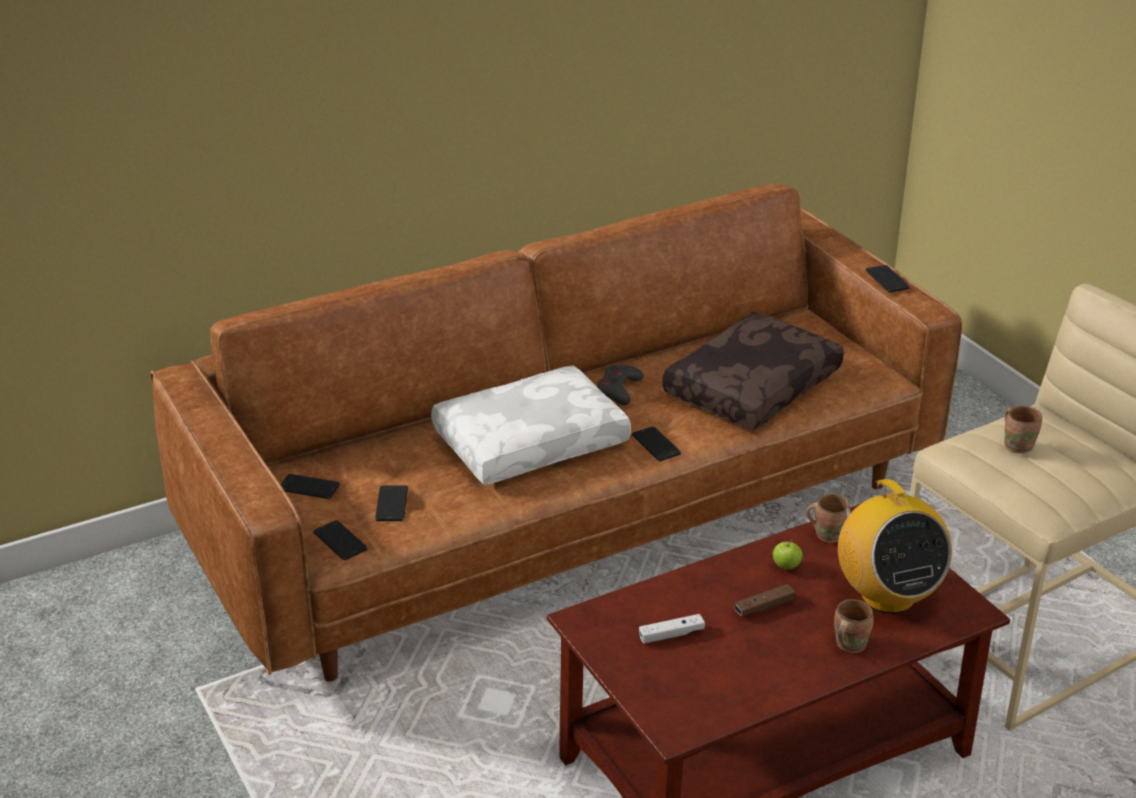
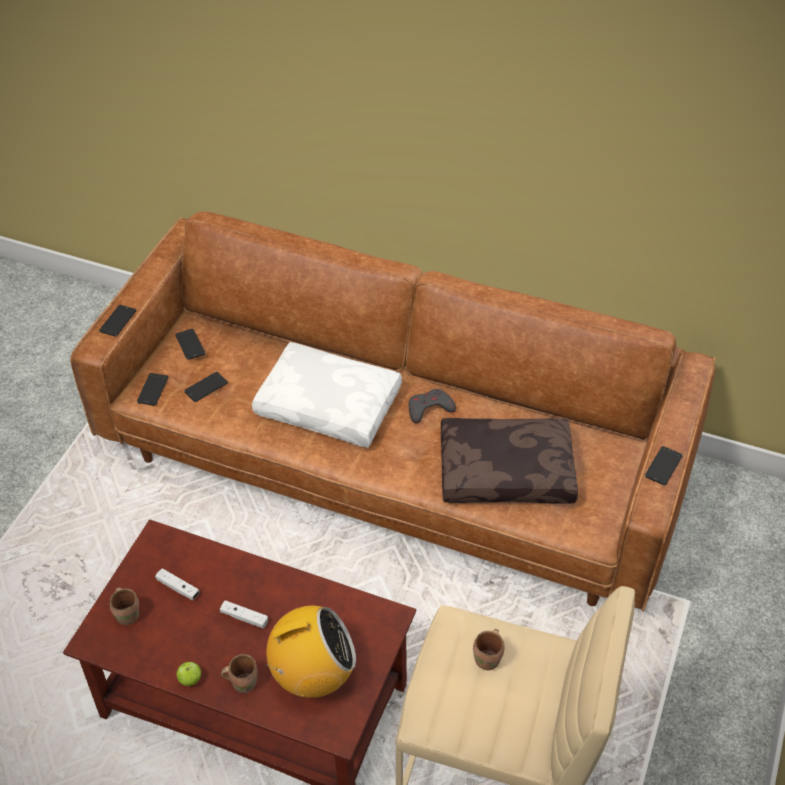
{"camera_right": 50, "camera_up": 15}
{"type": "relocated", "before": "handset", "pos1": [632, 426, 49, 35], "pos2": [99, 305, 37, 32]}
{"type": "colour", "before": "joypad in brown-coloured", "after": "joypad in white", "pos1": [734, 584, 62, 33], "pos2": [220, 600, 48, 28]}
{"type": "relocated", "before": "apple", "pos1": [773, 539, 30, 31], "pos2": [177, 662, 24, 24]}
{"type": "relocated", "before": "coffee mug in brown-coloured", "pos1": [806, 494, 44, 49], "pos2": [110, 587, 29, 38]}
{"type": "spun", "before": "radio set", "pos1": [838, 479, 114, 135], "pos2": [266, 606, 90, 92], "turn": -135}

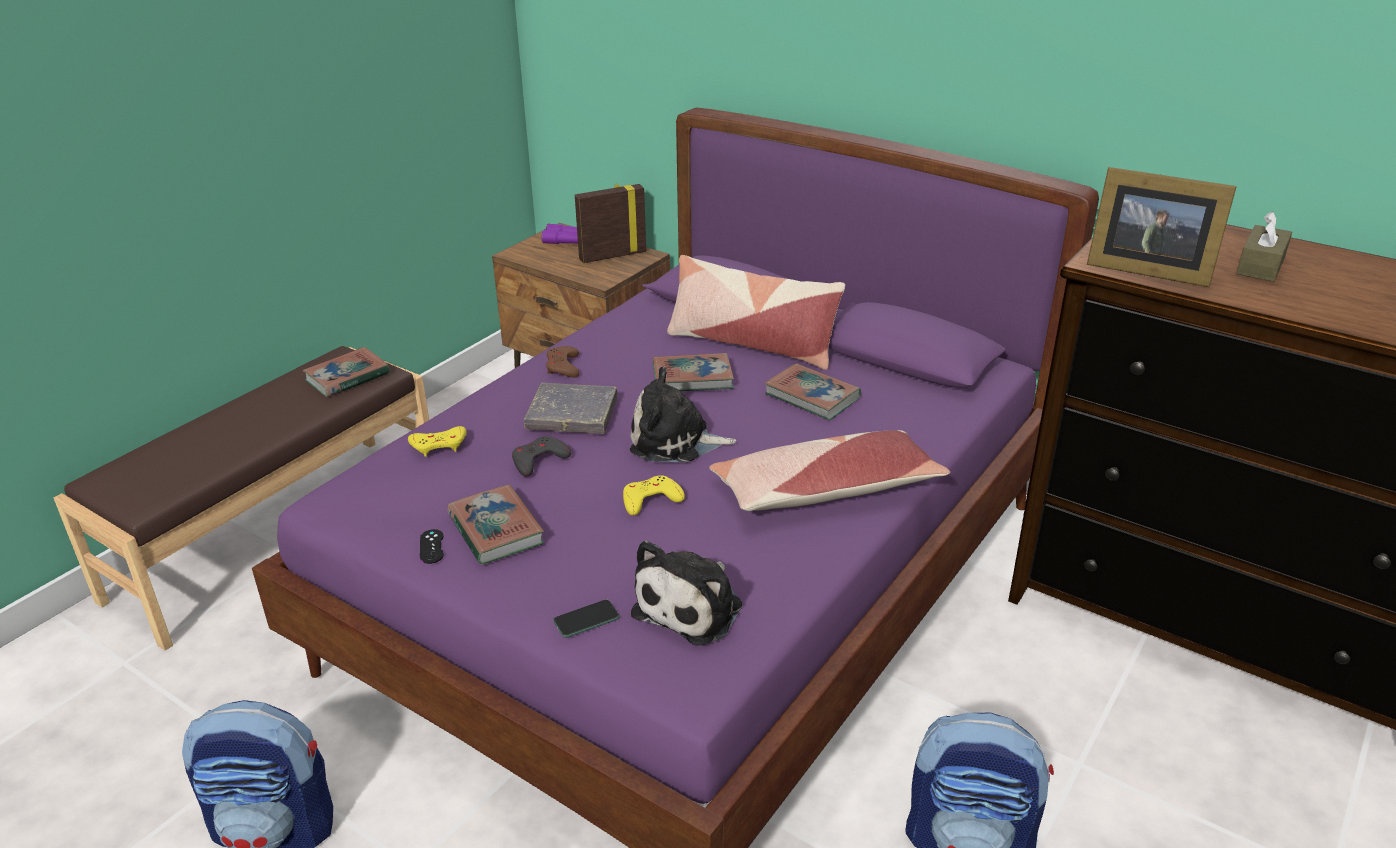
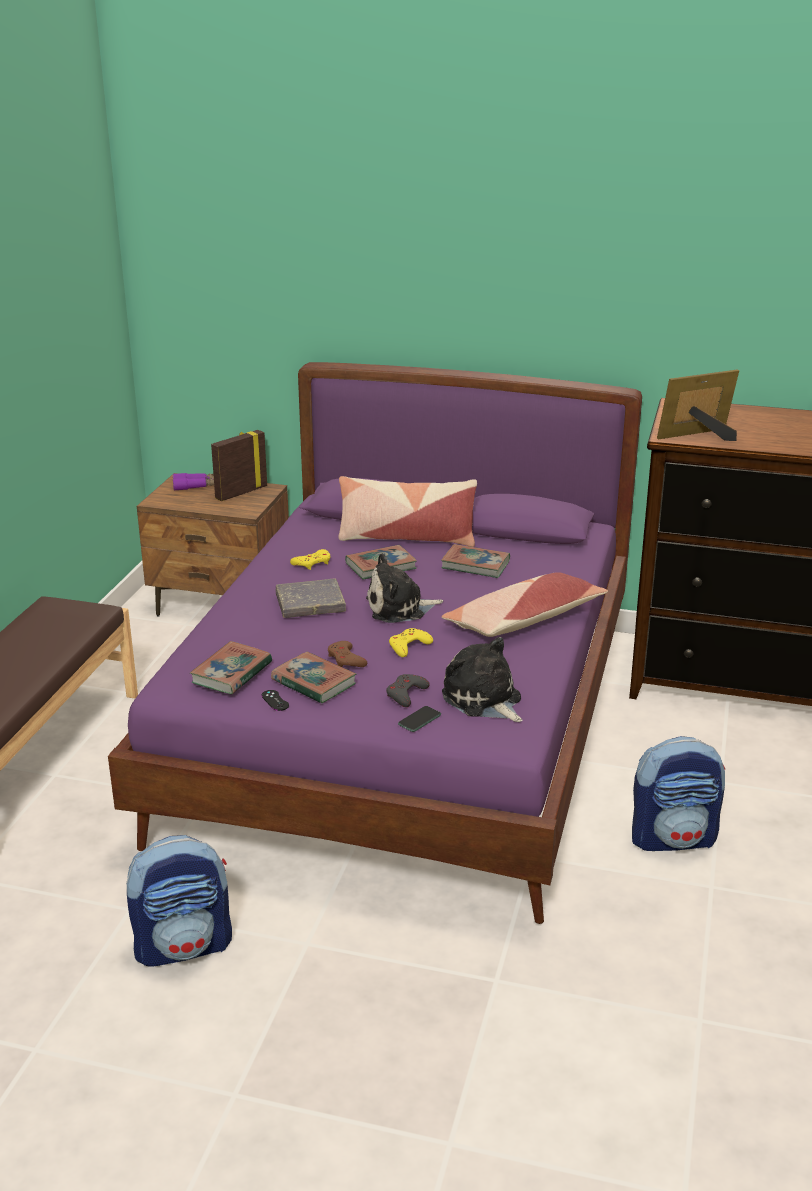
{"camera_right": -20, "camera_up": -5}
{"type": "relocated", "before": "bound book", "pos1": [303, 347, 87, 50], "pos2": [190, 641, 82, 53]}
{"type": "relocated", "before": "joypad in yellowish", "pos1": [408, 426, 59, 31], "pos2": [290, 549, 40, 21]}
{"type": "relocated", "before": "joypad in grey", "pos1": [512, 436, 59, 40], "pos2": [386, 674, 44, 33]}
{"type": "relocated", "before": "joypad in brown-coloured", "pos1": [546, 346, 33, 32], "pos2": [328, 641, 39, 26]}
{"type": "spun", "before": "soft toy", "pos1": [631, 540, 111, 105], "pos2": [442, 637, 81, 85], "turn": 135}
{"type": "spun", "before": "standing frame", "pos1": [1087, 167, 150, 120], "pos2": [657, 369, 82, 72], "turn": 150}
{"type": "missing", "before": "tissue box in brown-coloured", "pos1": [1236, 211, 56, 71]}

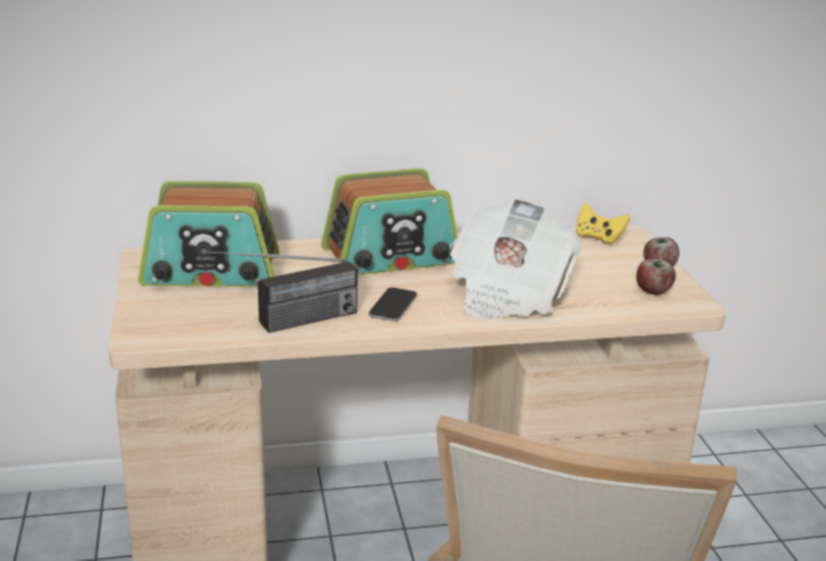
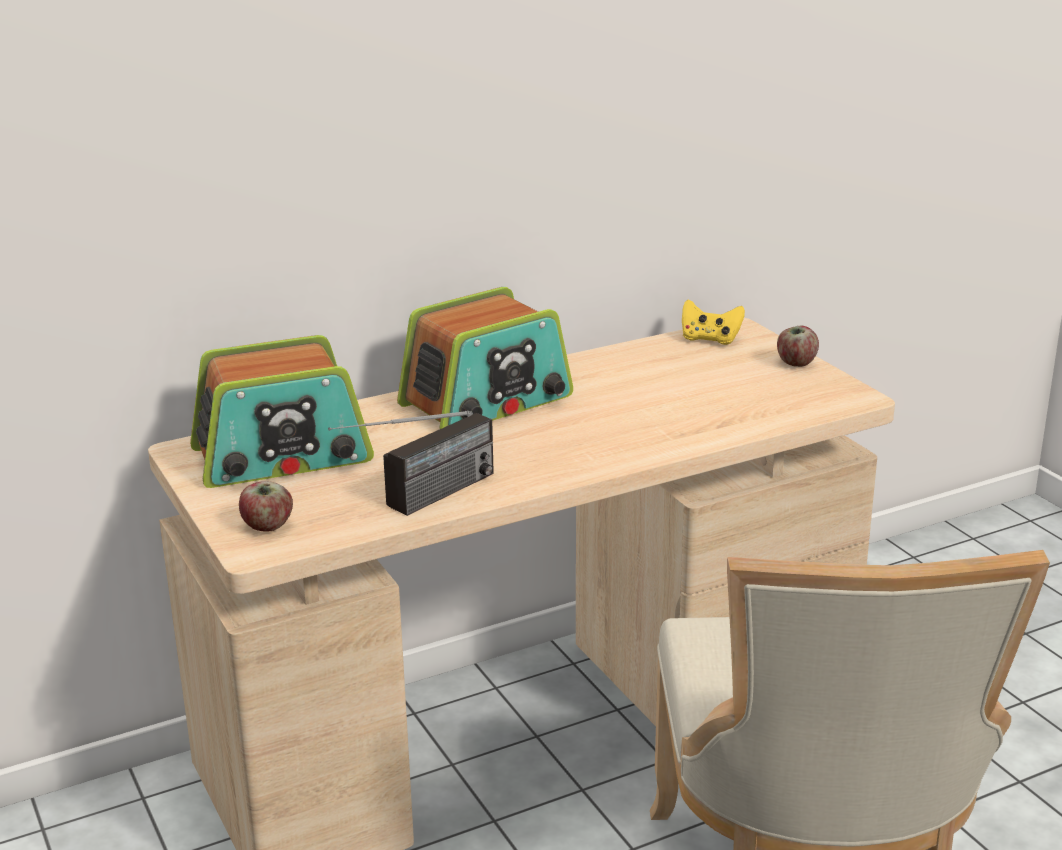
{"camera_right": -15, "camera_up": 0}
{"type": "missing", "before": "handset", "pos1": [369, 287, 48, 34]}
{"type": "missing", "before": "newspaper", "pos1": [449, 198, 132, 121]}
{"type": "relocated", "before": "apple", "pos1": [636, 259, 40, 36], "pos2": [239, 481, 54, 51]}

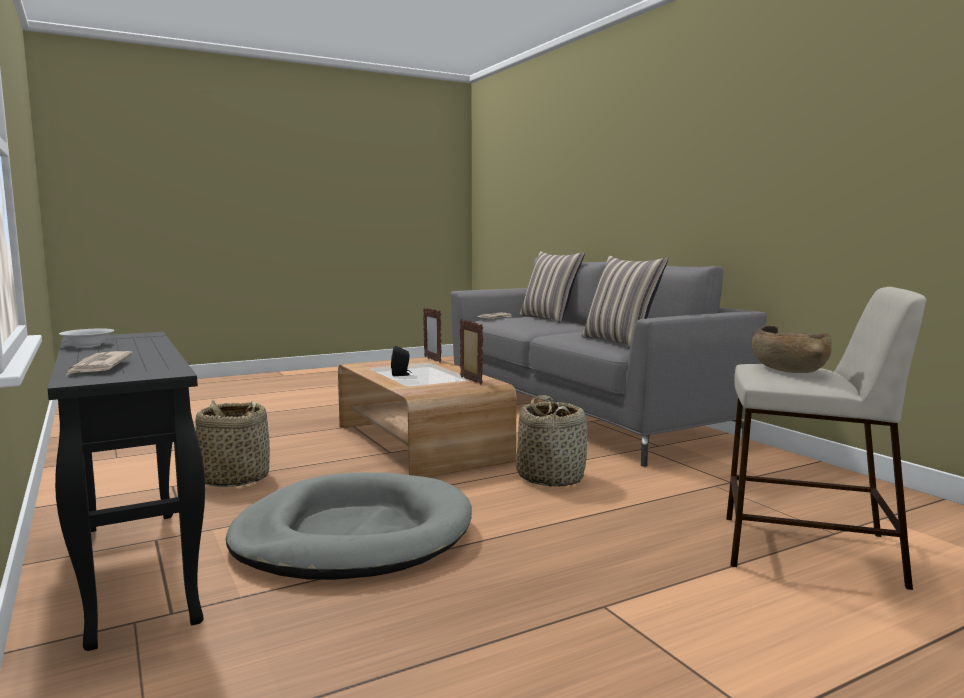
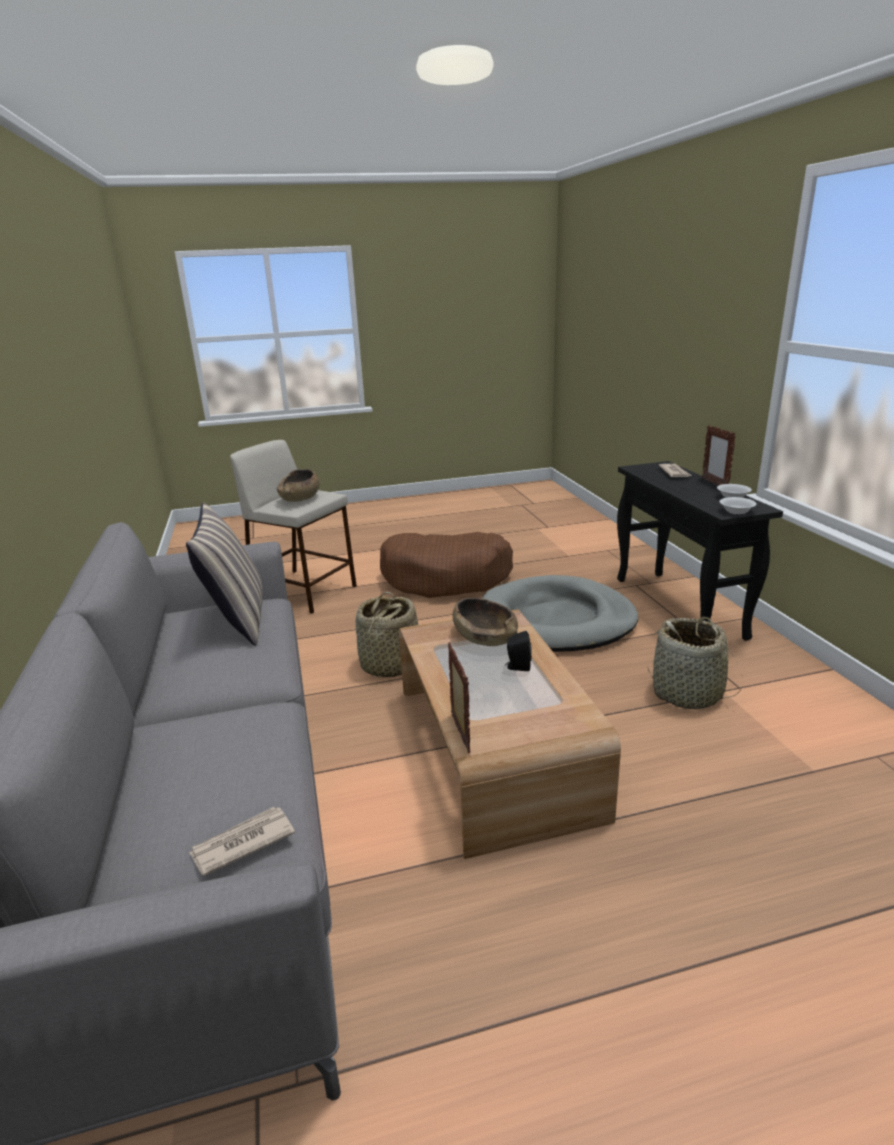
{"camera_right": -165, "camera_up": 15}
{"type": "relocated", "before": "standing frame", "pos1": [460, 319, 23, 66], "pos2": [702, 425, 34, 61]}
{"type": "missing", "before": "pillow", "pos1": [519, 251, 66, 72]}
{"type": "appeared", "after": "dog bed in brown-coloured", "pos2": [380, 532, 133, 66]}
{"type": "appeared", "after": "deep dish in brown-coloured", "pos2": [453, 598, 65, 48]}
{"type": "appeared", "after": "deep dish in white", "pos2": [720, 497, 37, 17]}

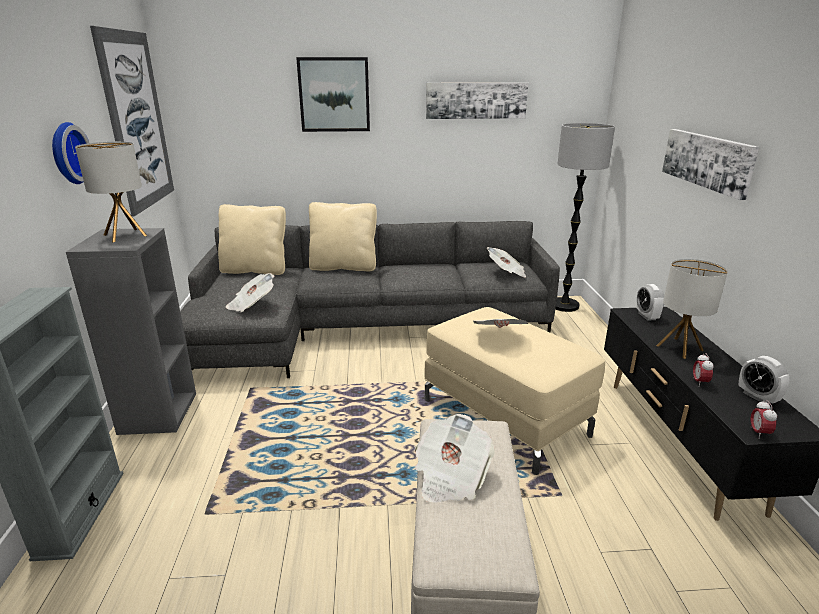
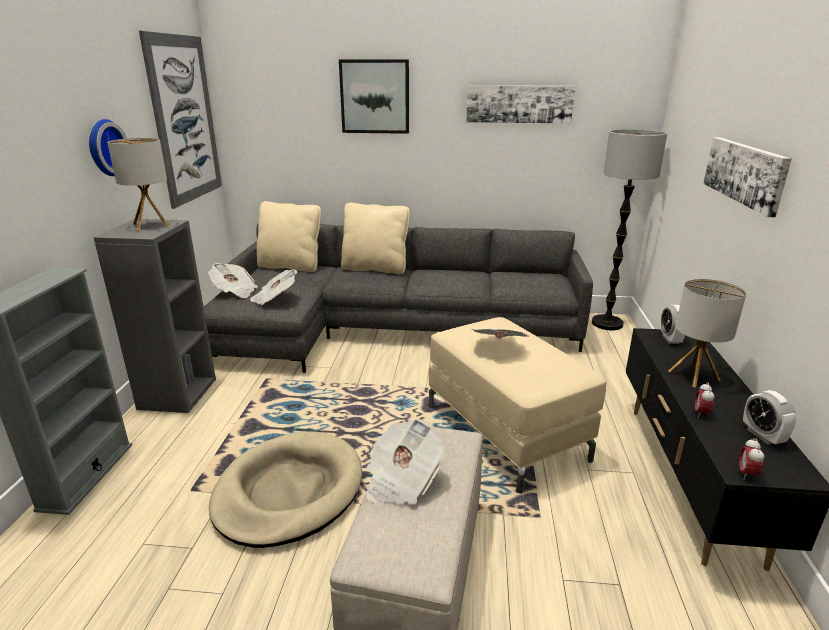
{"camera_right": 10, "camera_up": 0}
{"type": "relocated", "before": "newspaper", "pos1": [487, 247, 39, 31], "pos2": [208, 263, 50, 35]}
{"type": "appeared", "after": "dog bed in beige", "pos2": [209, 431, 153, 117]}

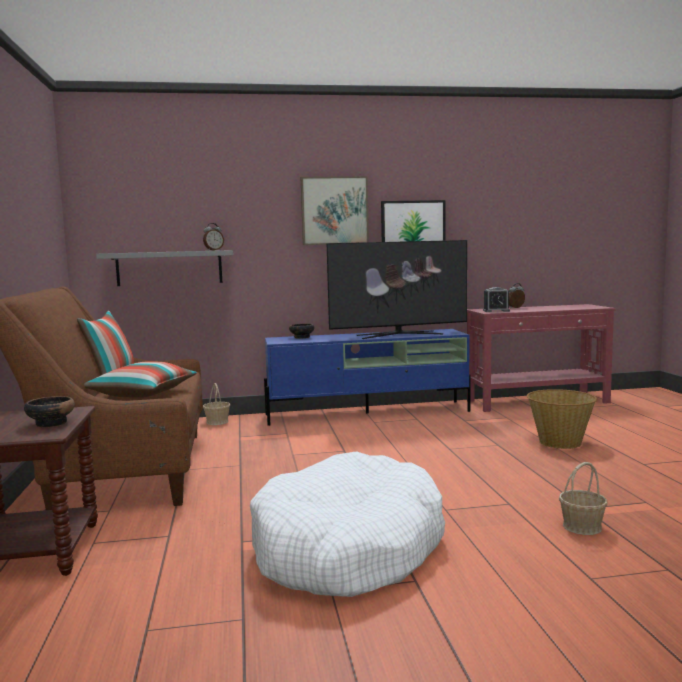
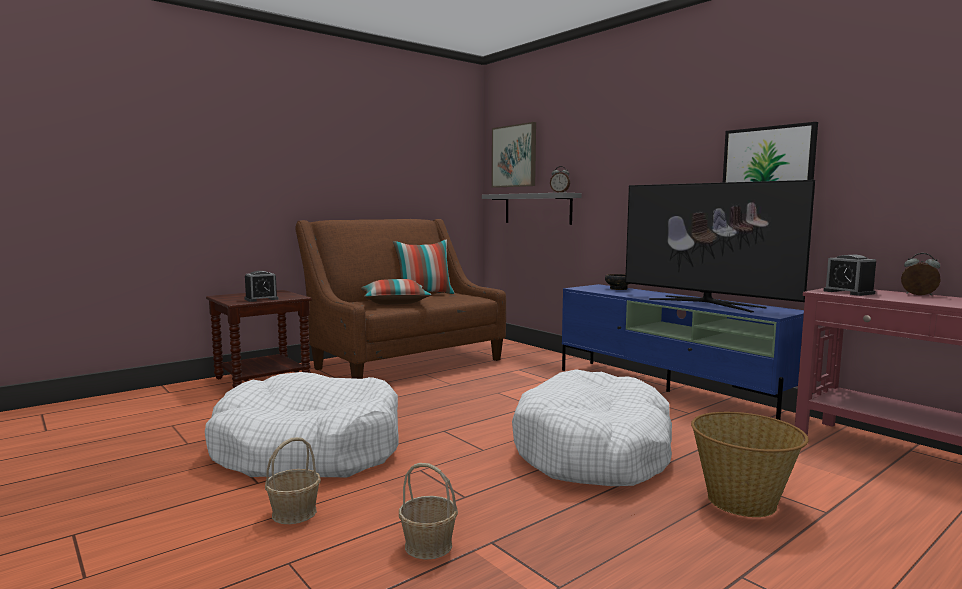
{"camera_right": 60, "camera_up": 0}
{"type": "exchanged", "before": "deep dish", "after": "table clock", "pos1": [24, 396, 51, 31], "pos2": [245, 271, 34, 31]}
{"type": "relocated", "before": "storage basket", "pos1": [203, 383, 27, 42], "pos2": [265, 437, 56, 87]}
{"type": "relocated", "before": "wall picture", "pos1": [301, 176, 68, 69], "pos2": [492, 122, 44, 66]}
{"type": "appeared", "after": "dog bed in white", "pos2": [512, 369, 160, 117]}

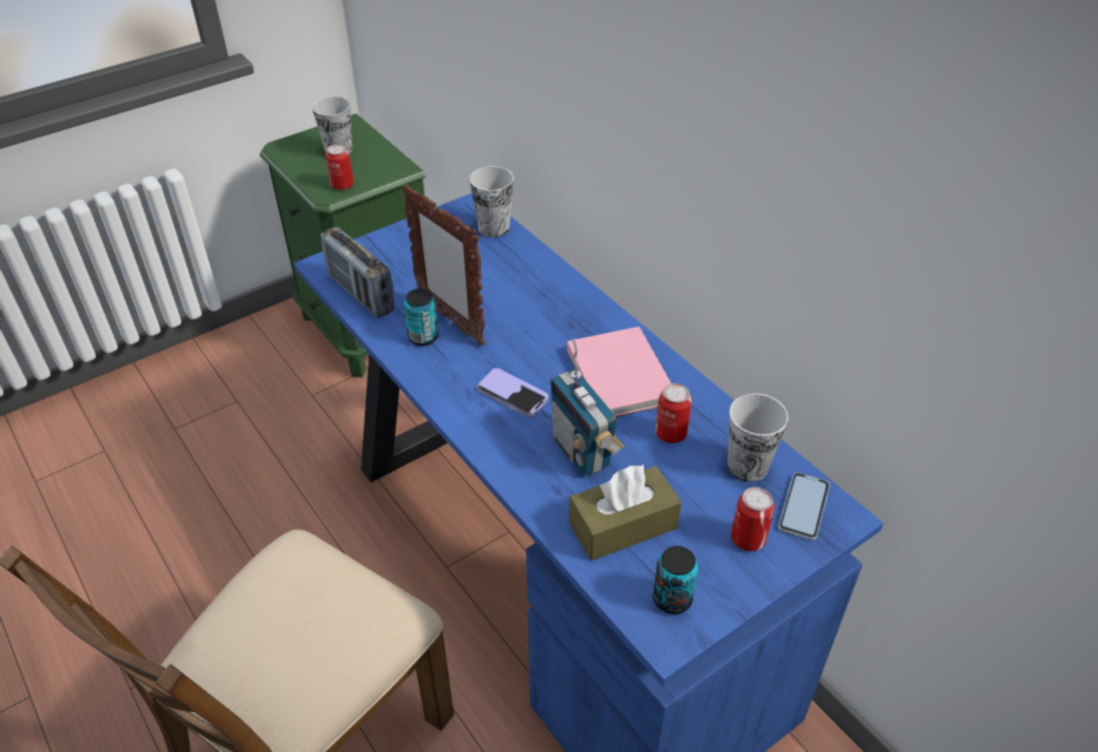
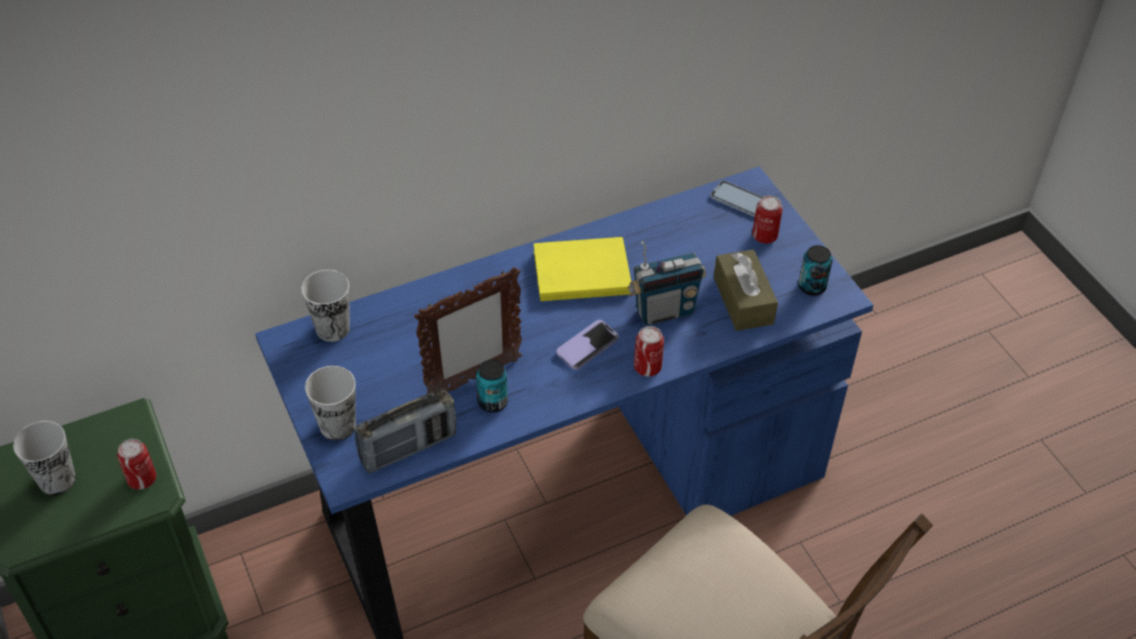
{"camera_right": -80, "camera_up": 5}
{"type": "colour", "before": "bound book in pink", "after": "bound book in yellowish", "pos1": [567, 327, 105, 90], "pos2": [534, 237, 97, 64]}
{"type": "relocated", "before": "sealed can", "pos1": [655, 383, 37, 60], "pos2": [634, 326, 30, 50]}
{"type": "relocated", "before": "small cup", "pos1": [728, 393, 61, 89], "pos2": [305, 366, 51, 75]}

